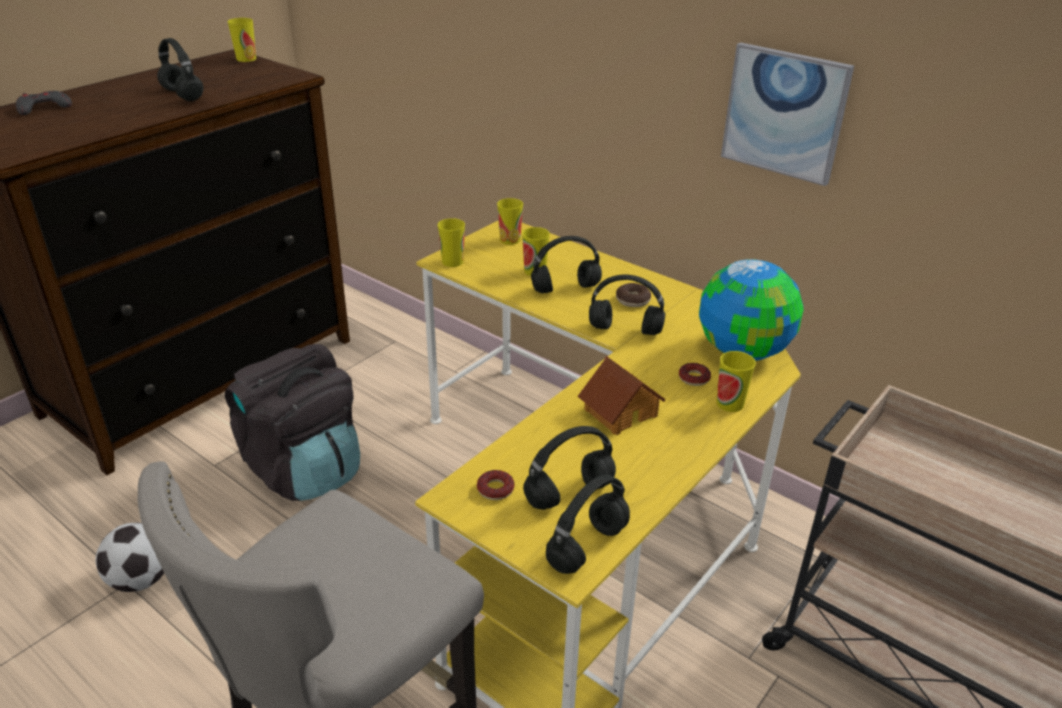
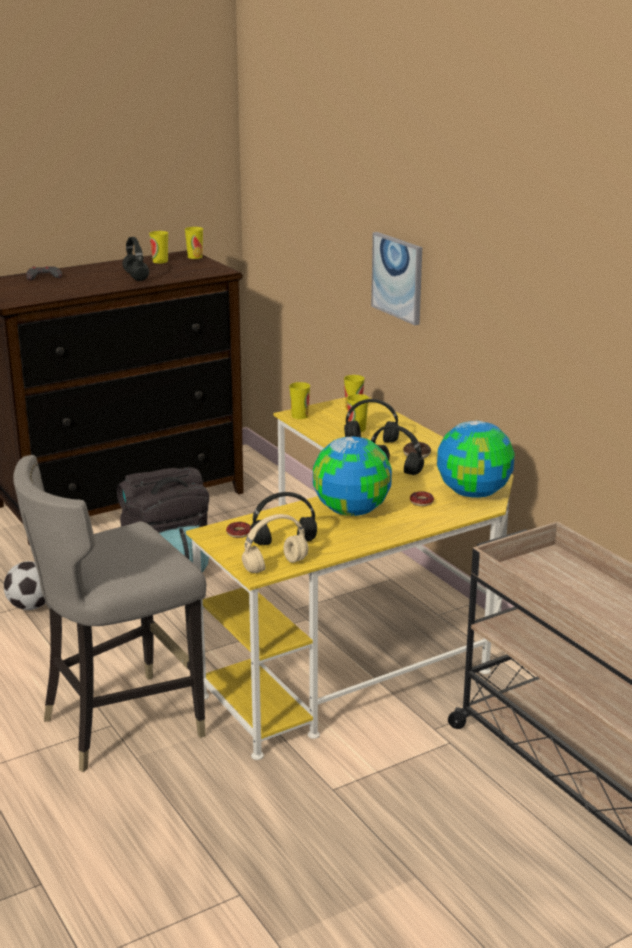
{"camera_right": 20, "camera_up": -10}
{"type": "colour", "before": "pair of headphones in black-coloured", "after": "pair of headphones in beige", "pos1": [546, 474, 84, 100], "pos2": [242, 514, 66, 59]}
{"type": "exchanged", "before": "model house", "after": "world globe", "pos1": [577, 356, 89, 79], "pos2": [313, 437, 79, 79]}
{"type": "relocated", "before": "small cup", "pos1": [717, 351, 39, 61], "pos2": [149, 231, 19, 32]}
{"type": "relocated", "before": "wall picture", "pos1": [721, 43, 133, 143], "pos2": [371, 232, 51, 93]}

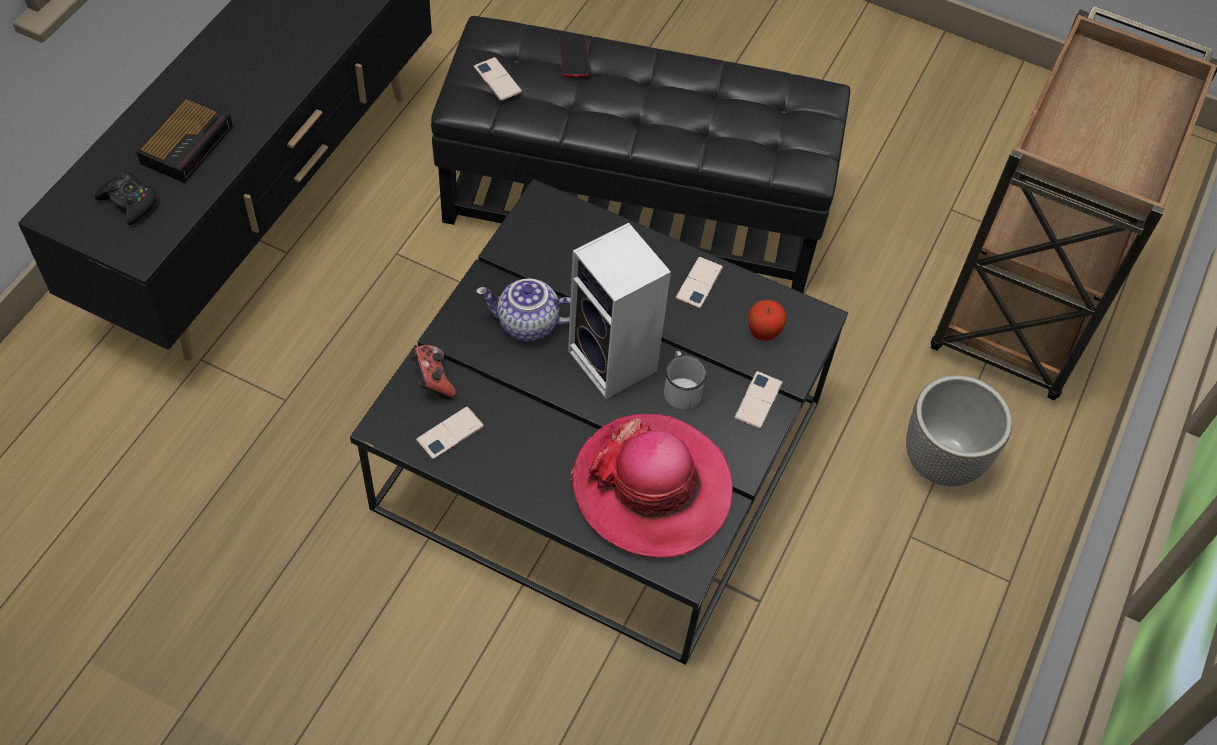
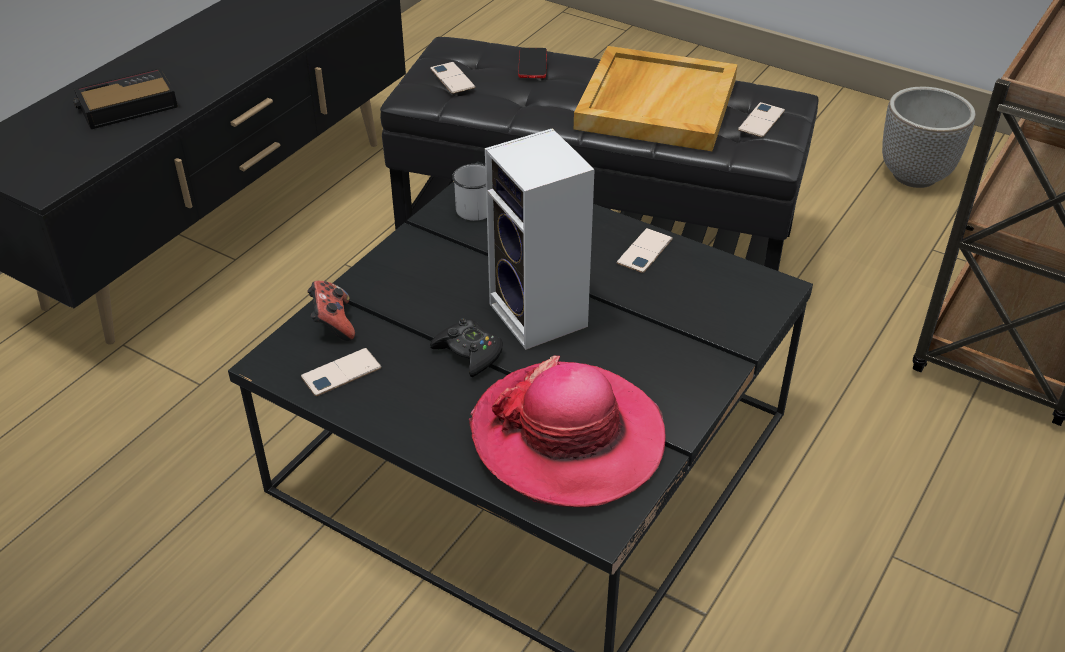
{"camera_right": 10, "camera_up": -15}
{"type": "relocated", "before": "joypad in black-coloured", "pos1": [95, 172, 62, 53], "pos2": [430, 318, 73, 59]}
{"type": "spun", "before": "table clock", "pos1": [136, 96, 97, 87], "pos2": [74, 67, 104, 62], "turn": -150}
{"type": "missing", "before": "teapot", "pos1": [476, 278, 95, 63]}
{"type": "relocated", "before": "coffee mug in white", "pos1": [664, 351, 43, 59], "pos2": [452, 164, 35, 57]}
{"type": "relocated", "before": "handset", "pos1": [734, 371, 49, 58], "pos2": [738, 102, 47, 36]}
{"type": "missing", "before": "apple", "pos1": [748, 300, 39, 41]}
{"type": "relocated", "before": "flower pot", "pos1": [906, 375, 106, 112], "pos2": [882, 87, 94, 101]}
{"type": "appeared", "after": "tray in beige", "pos2": [574, 46, 164, 105]}

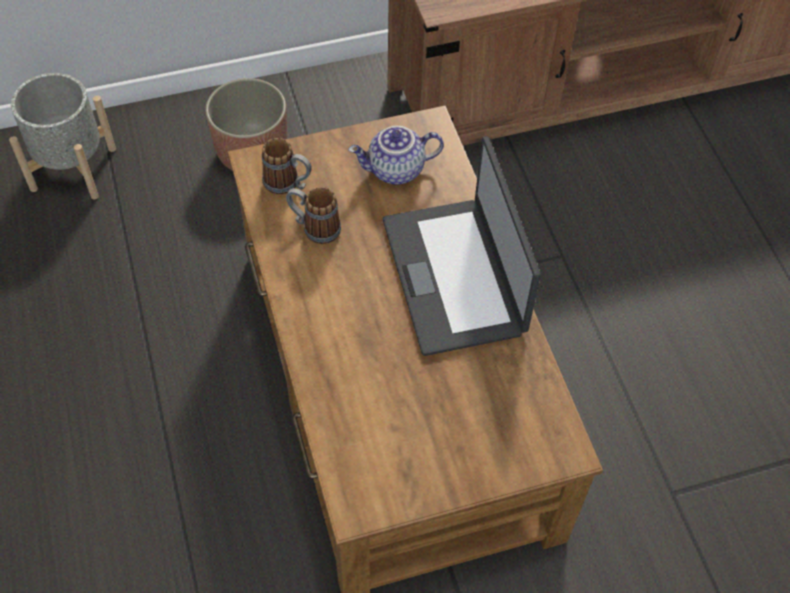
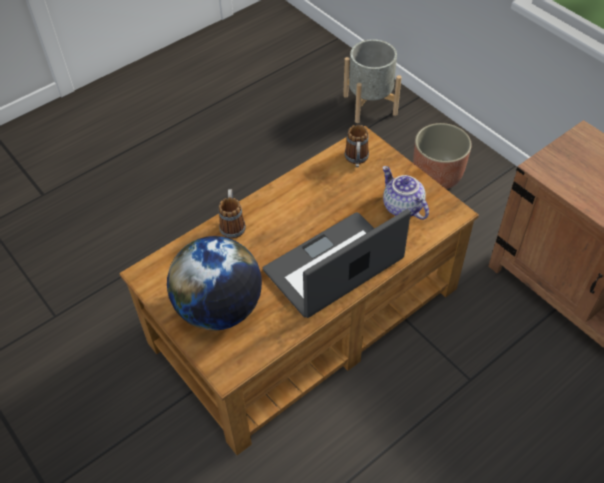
{"camera_right": 70, "camera_up": -5}
{"type": "relocated", "before": "coffee mug", "pos1": [286, 187, 55, 57], "pos2": [218, 189, 28, 50]}
{"type": "appeared", "after": "world globe", "pos2": [167, 236, 95, 95]}

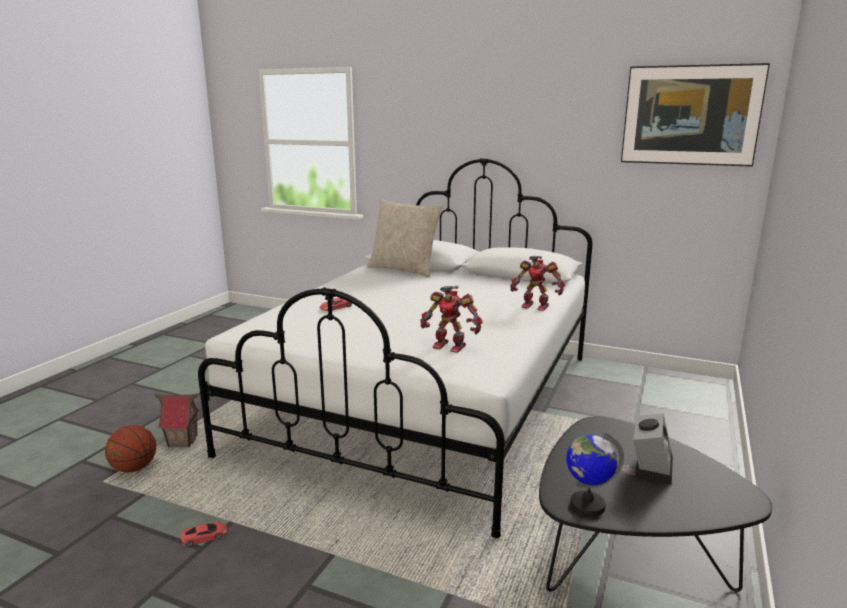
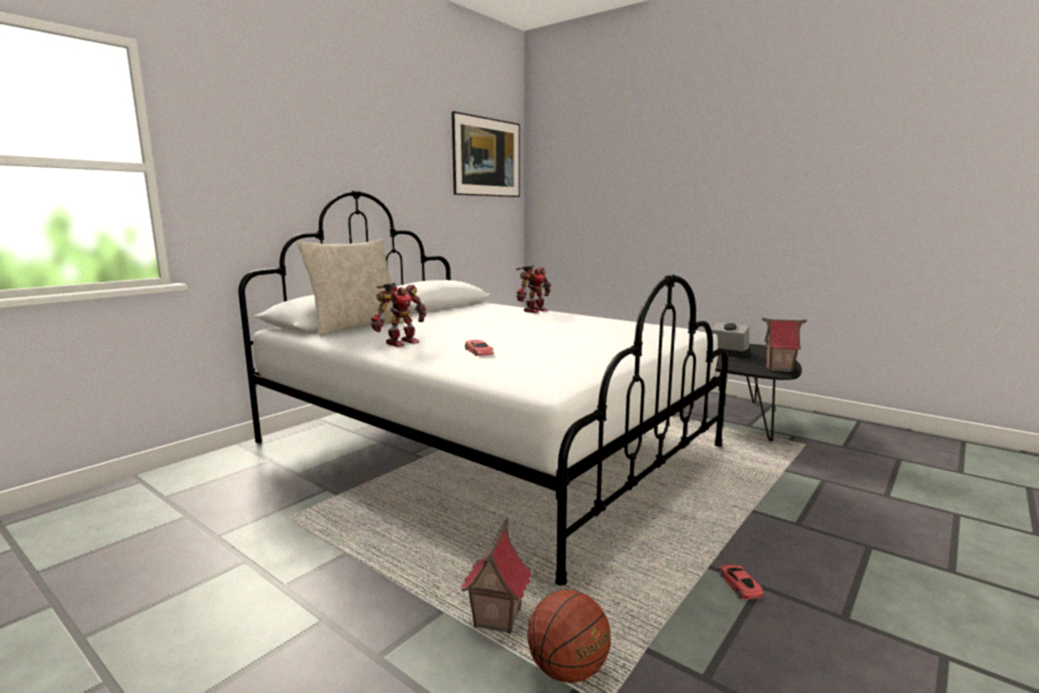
{"camera_right": -75, "camera_up": -5}
{"type": "relocated", "before": "robot figure", "pos1": [420, 286, 63, 67], "pos2": [371, 282, 55, 65]}
{"type": "exchanged", "before": "world globe", "after": "model house", "pos1": [566, 433, 58, 83], "pos2": [762, 318, 45, 54]}

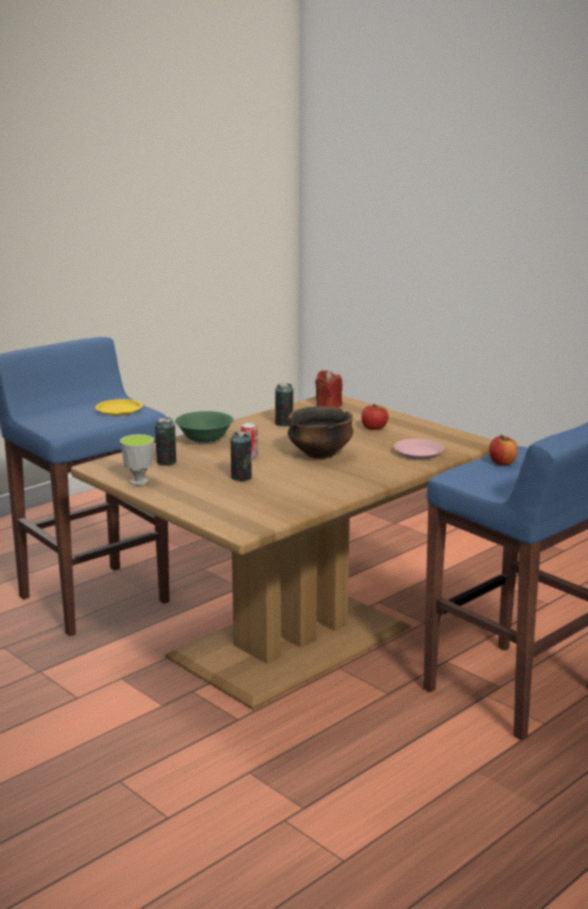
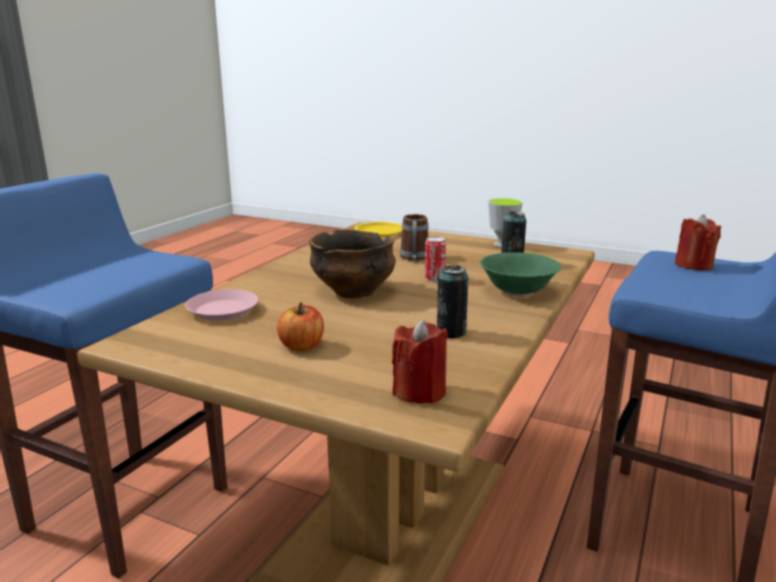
{"camera_right": 160, "camera_up": 0}
{"type": "relocated", "before": "dinner plate in yellowish", "pos1": [95, 399, 48, 17], "pos2": [355, 222, 47, 15]}
{"type": "exchanged", "before": "sealed can", "after": "coffee mug", "pos1": [231, 431, 21, 50], "pos2": [400, 214, 29, 47]}
{"type": "missing", "before": "apple", "pos1": [489, 435, 29, 30]}
{"type": "appeared", "after": "wax light in red", "pos2": [675, 214, 46, 57]}

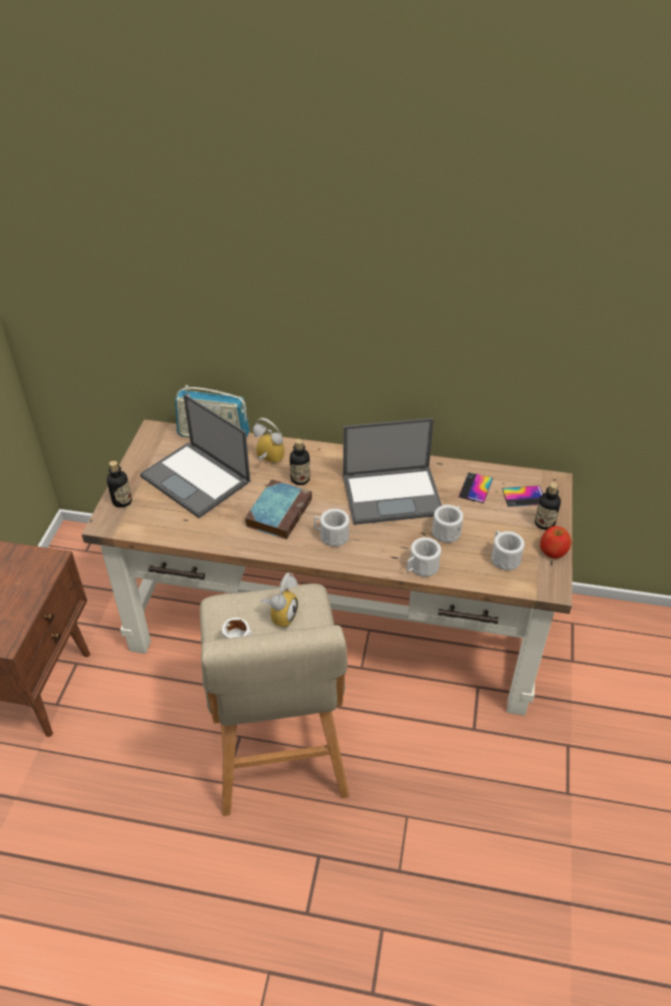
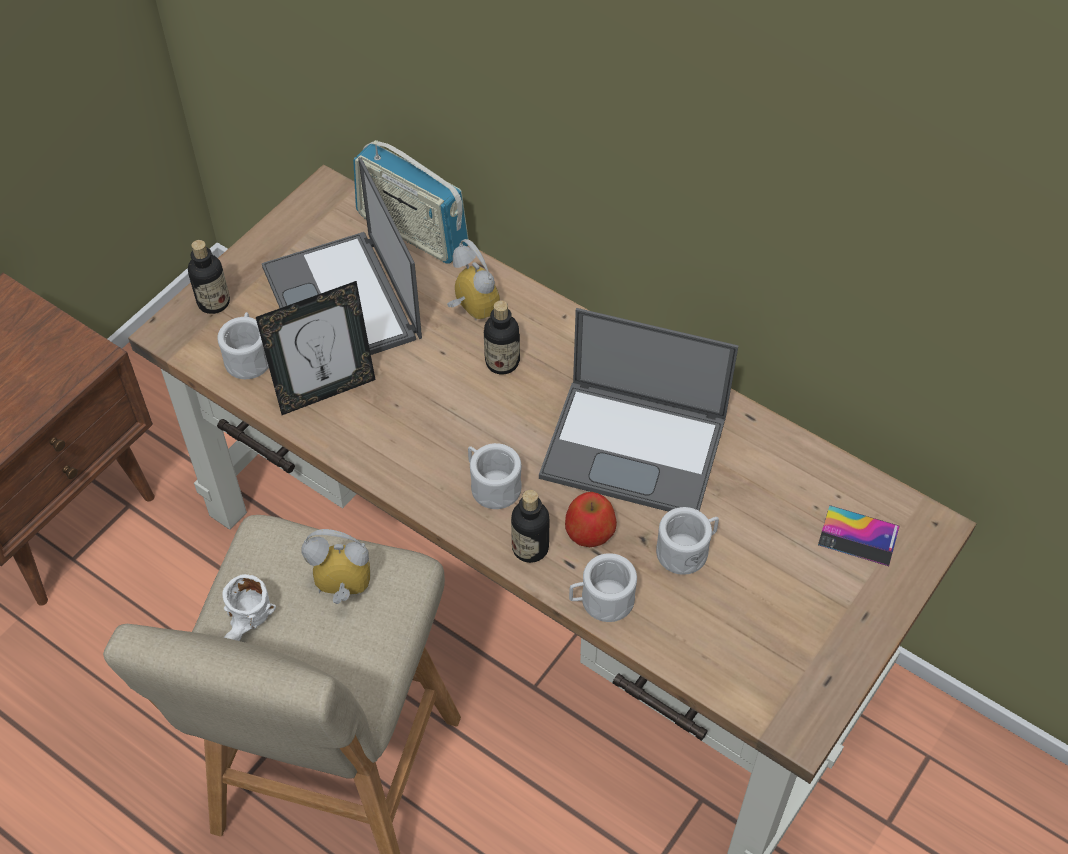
{"camera_right": 25, "camera_up": 10}
{"type": "missing", "before": "bound book", "pos1": [245, 479, 67, 60]}
{"type": "spun", "before": "table clock", "pos1": [261, 572, 37, 55], "pos2": [301, 529, 69, 75], "turn": -135}
{"type": "missing", "before": "handset", "pos1": [459, 472, 34, 31]}
{"type": "relocated", "before": "coffee mug in white", "pos1": [491, 531, 34, 39], "pos2": [217, 312, 52, 67]}
{"type": "relocated", "before": "beverage bottle", "pos1": [535, 482, 26, 48], "pos2": [511, 490, 38, 73]}
{"type": "relocated", "before": "apple", "pos1": [540, 526, 32, 33], "pos2": [565, 492, 52, 55]}
{"type": "appeared", "after": "standing frame", "pos2": [256, 281, 120, 134]}

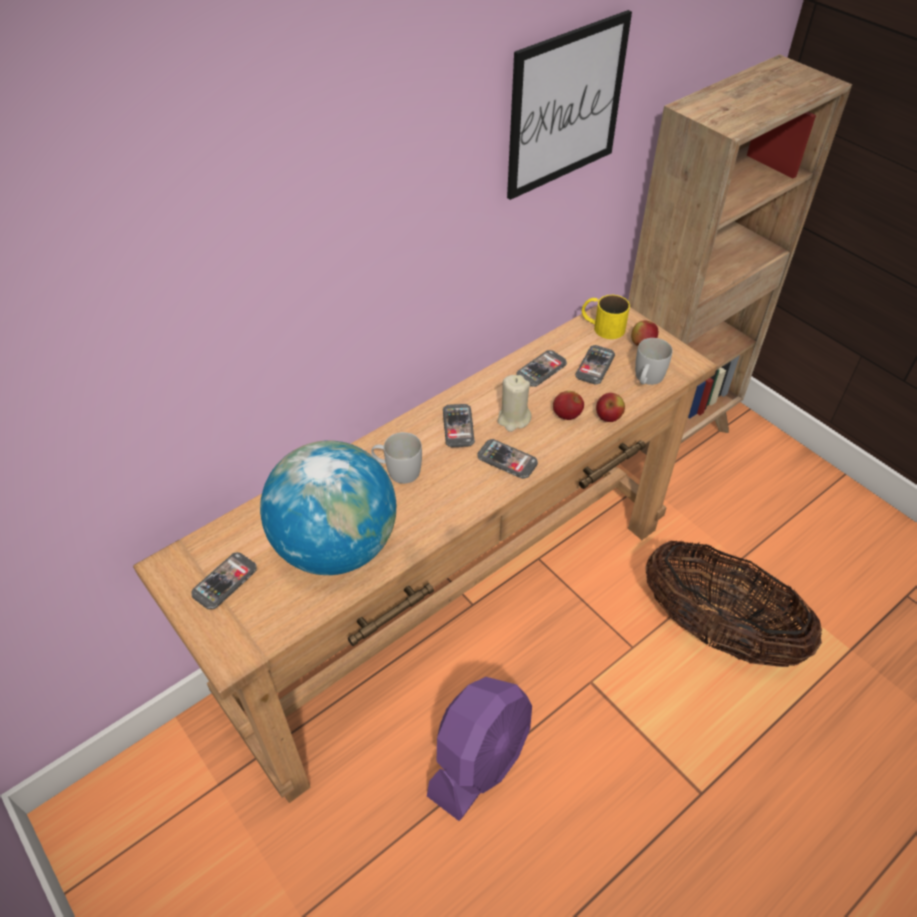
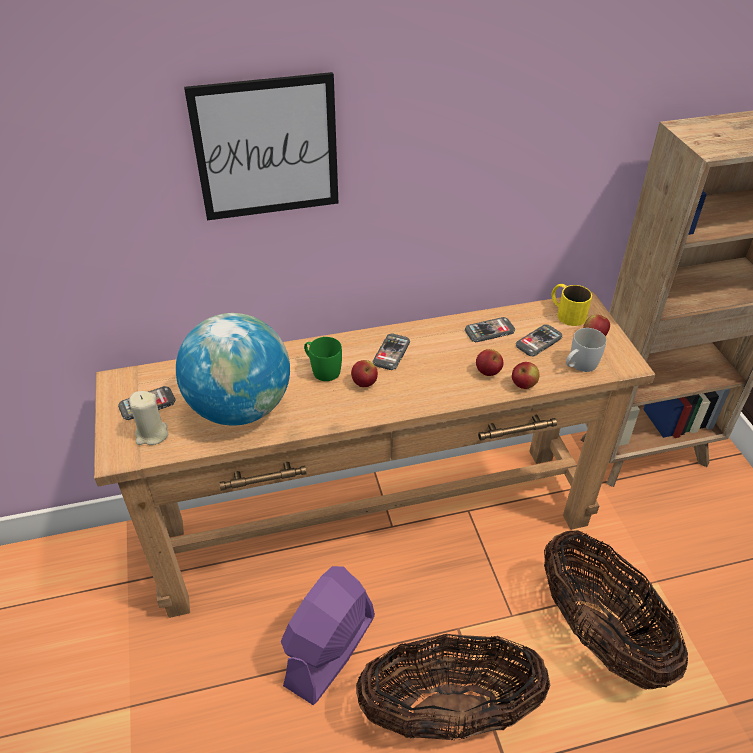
{"camera_right": 25, "camera_up": -5}
{"type": "colour", "before": "coffee mug in white", "after": "coffee mug in green-coloured", "pos1": [371, 432, 51, 52], "pos2": [304, 337, 38, 44]}
{"type": "spun", "before": "fan in purple", "pos1": [427, 677, 105, 144], "pos2": [281, 566, 94, 139], "turn": 150}
{"type": "missing", "before": "handset", "pos1": [477, 439, 61, 40]}
{"type": "relocated", "before": "wax light in beige", "pos1": [498, 375, 34, 57], "pos2": [129, 391, 39, 54]}
{"type": "relocated", "before": "wall picture", "pos1": [507, 10, 125, 190], "pos2": [184, 72, 154, 148]}
{"type": "appeared", "after": "apple", "pos2": [351, 360, 27, 27]}
{"type": "appeared", "after": "storage basket", "pos2": [356, 634, 194, 106]}

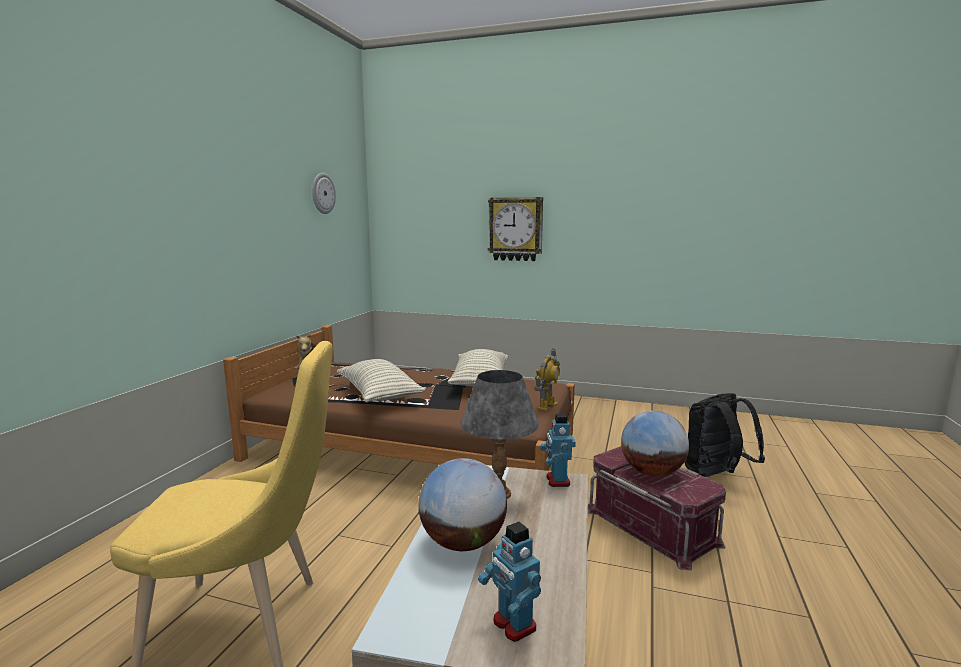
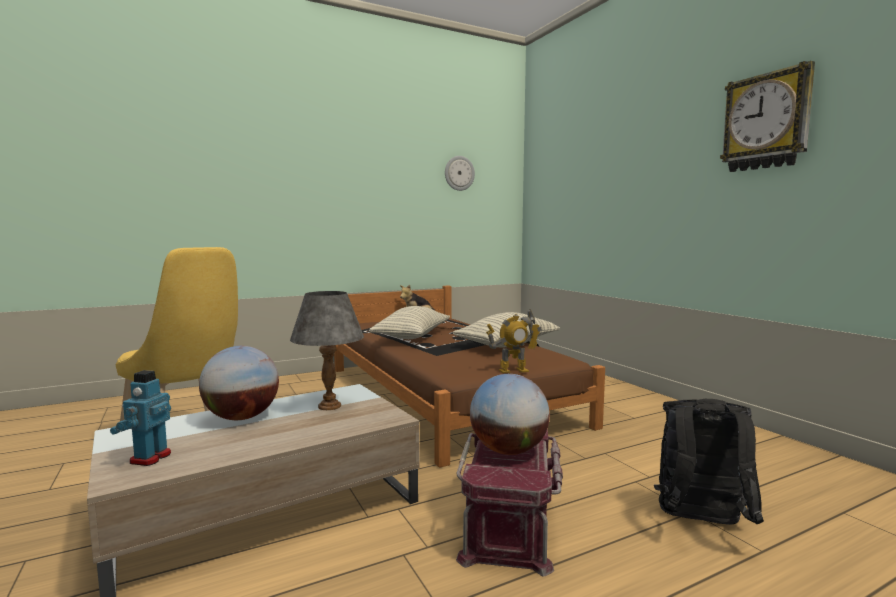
{"camera_right": 45, "camera_up": -5}
{"type": "relocated", "before": "clock on the wall", "pos1": [488, 197, 55, 64], "pos2": [720, 61, 95, 111]}
{"type": "missing", "before": "robot figure", "pos1": [540, 413, 36, 74]}

